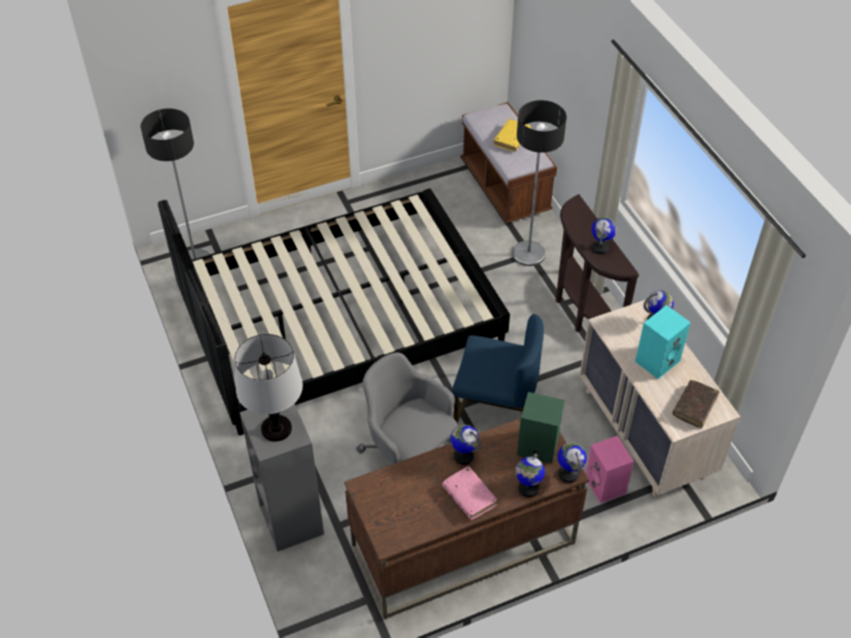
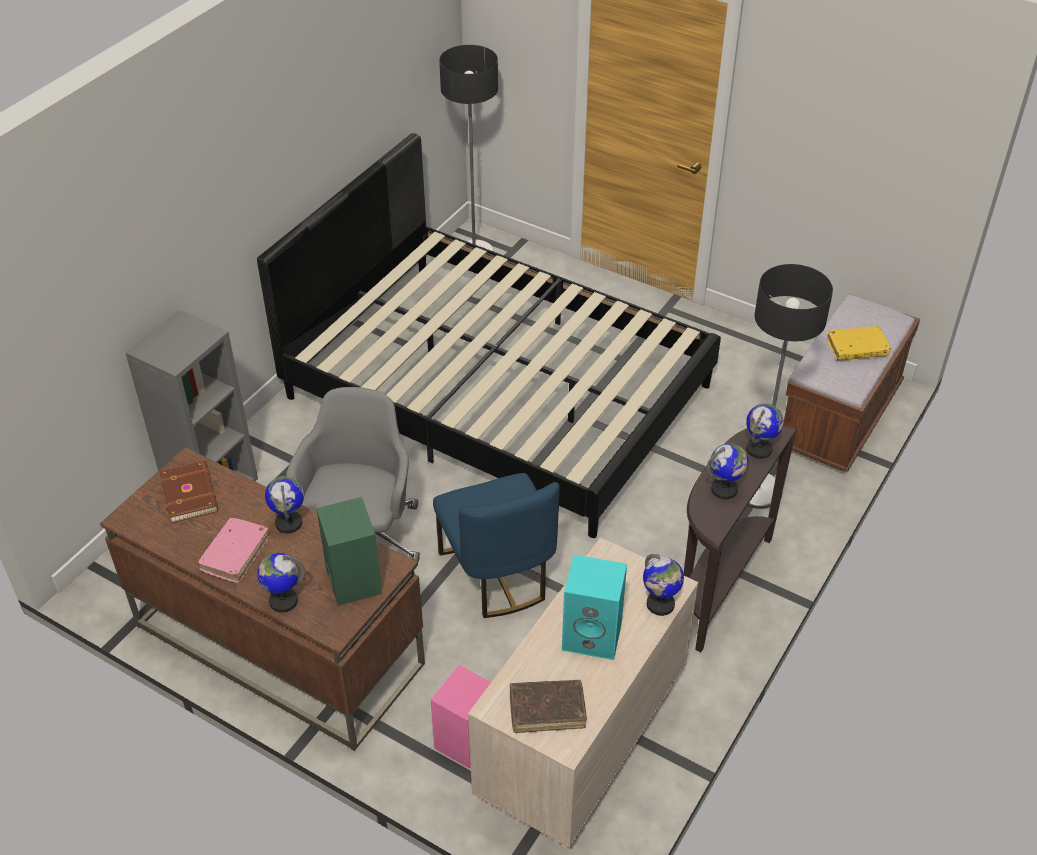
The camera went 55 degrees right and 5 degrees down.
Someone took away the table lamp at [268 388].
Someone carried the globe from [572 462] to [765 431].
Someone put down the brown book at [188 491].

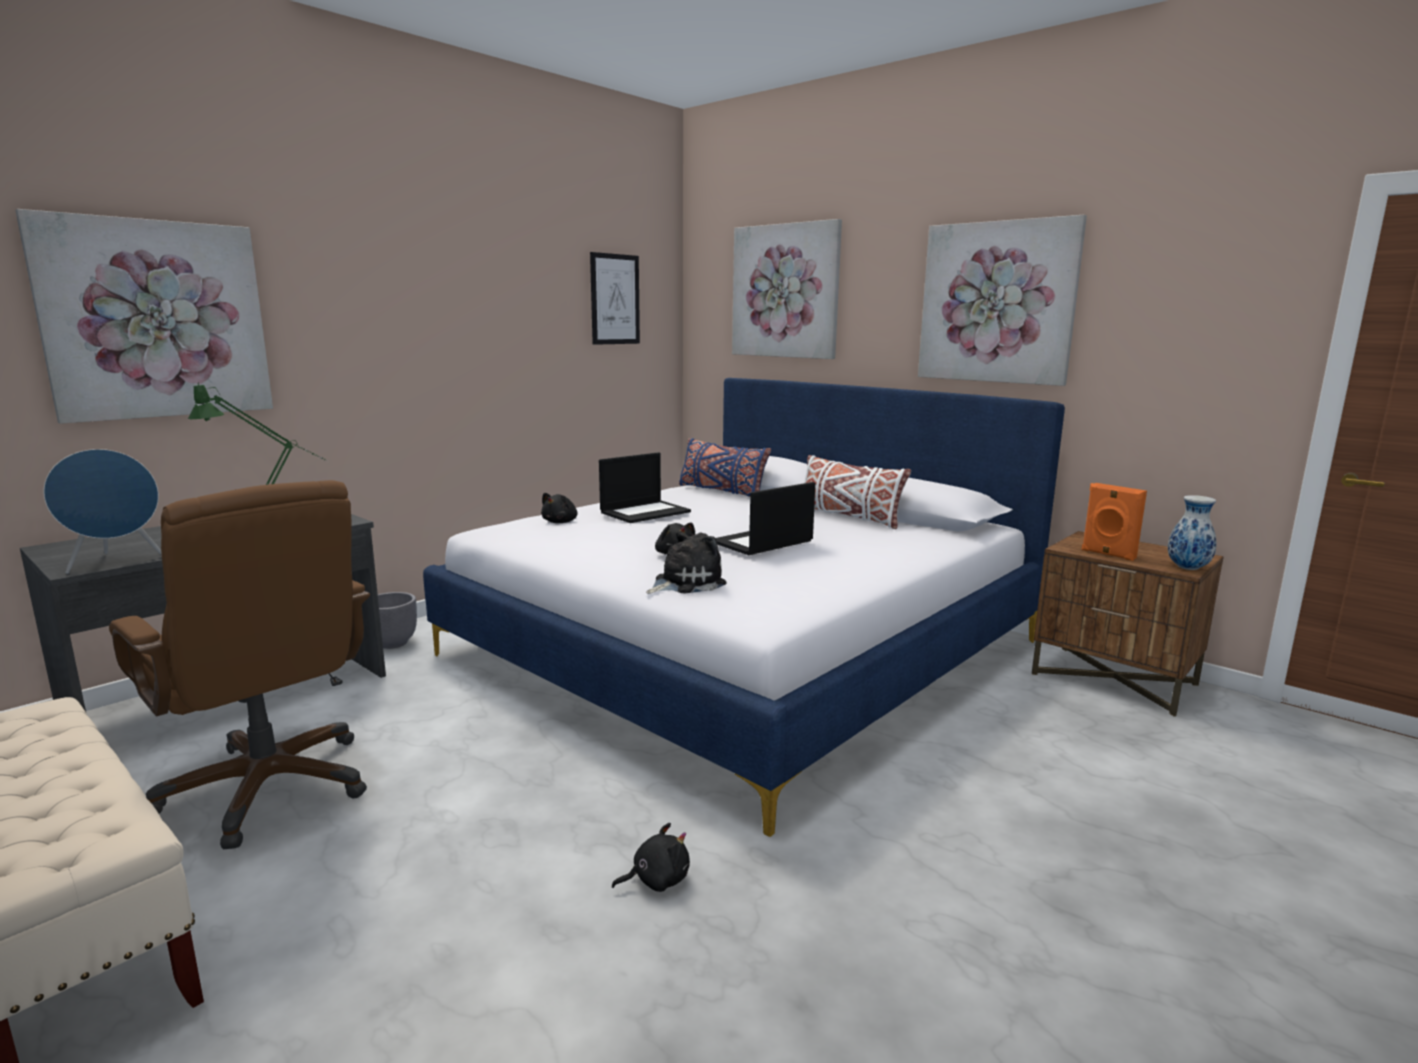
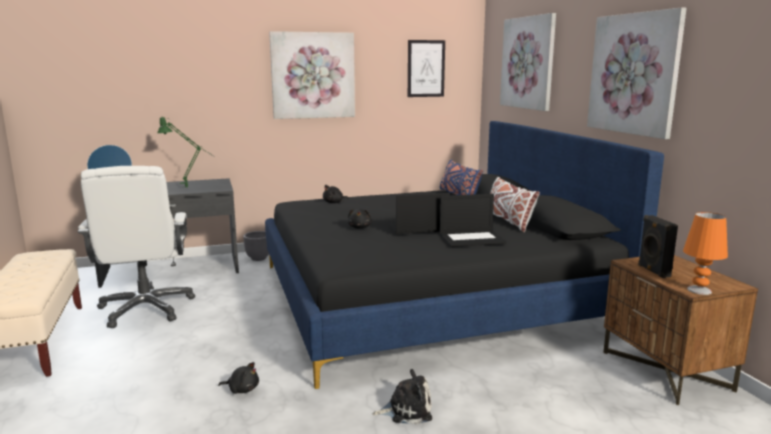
The camera went 30 degrees right and 0 degrees up.
Someone carried the picture from [144 316] to [312 75].
Someone repainted the brown office chair at [239 664], which became the white office chair at [136 247].
Someone repainted the white bed at [744 607], which became the black bed at [464 255].
Someone carried the laptop from [645 487] to [473 220].
Someone carried the plush toy from [686 562] to [402 396].
Someone repainted the orange speaker at [1114 522], which became the black speaker at [658 246].
Someone swapped the vase at [1192 532] for the orange table lamp at [705 253].

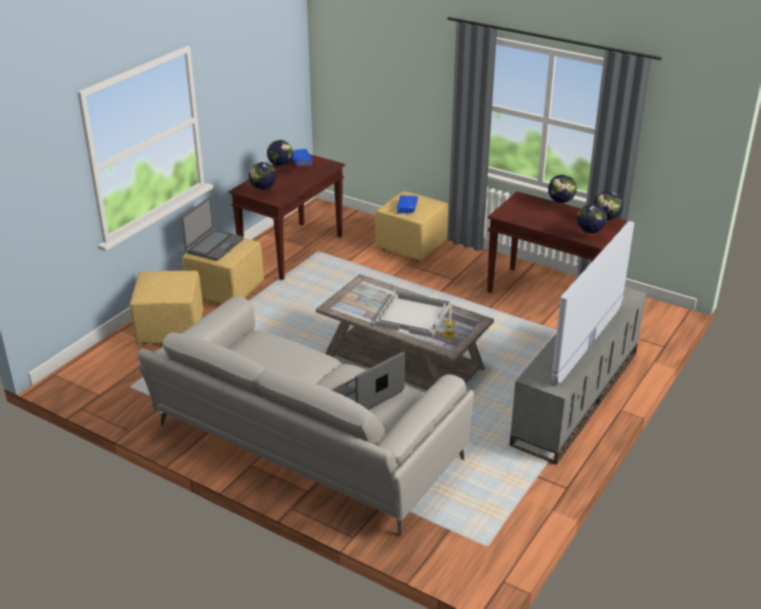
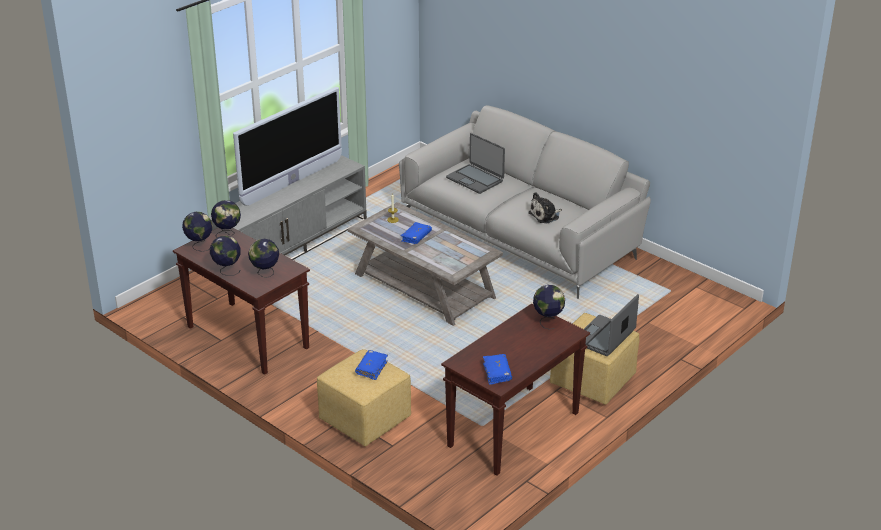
The camera went 170 degrees left and 0 degrees up.
Someone took away the yellow ottoman at [167 307].
Someone carried the globe from [280 158] to [263 258].
Someone rotated the laptop at [368 380] by 75 degrees clockwise.
Someone swapped the white tray at [412 314] for the blue book at [416 233].
Someone put down the plush toy at [545 208].

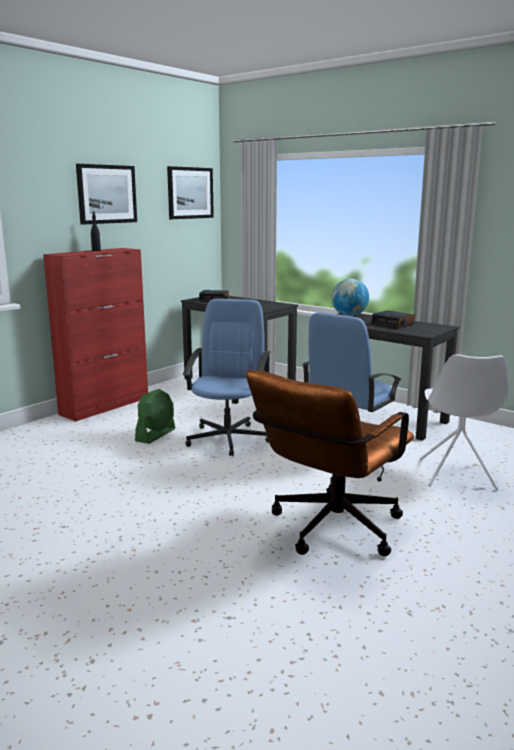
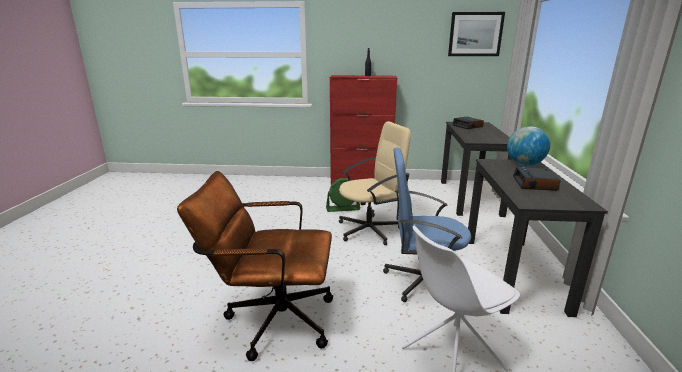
The camera went 55 degrees right and 5 degrees up.
Someone took away the picture at [106 194].
Someone repainted the blue office chair at [227 377], which became the beige office chair at [375 183].

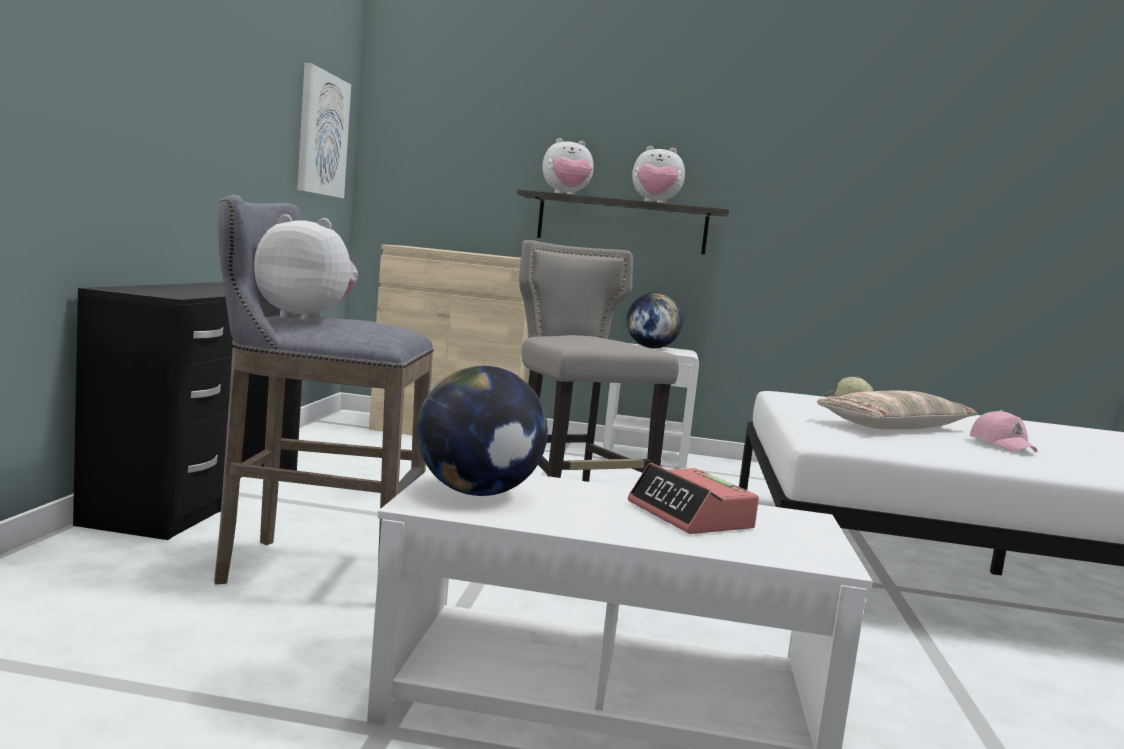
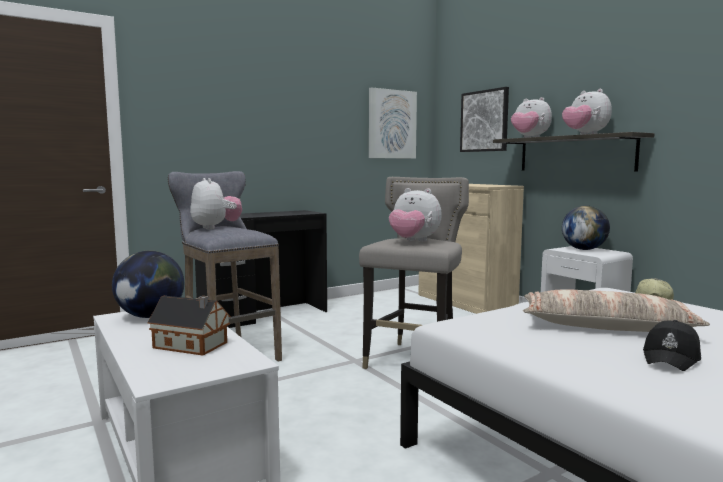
The camera went 50 degrees right and 0 degrees up.
Someone swapped the alarm clock at [693 498] for the toy house at [189 326].
Someone repainted the pink cap at [1003 431], which became the black cap at [672 345].
Someone put down the plush toy at [415 215].
Someone put up the picture at [484 119].

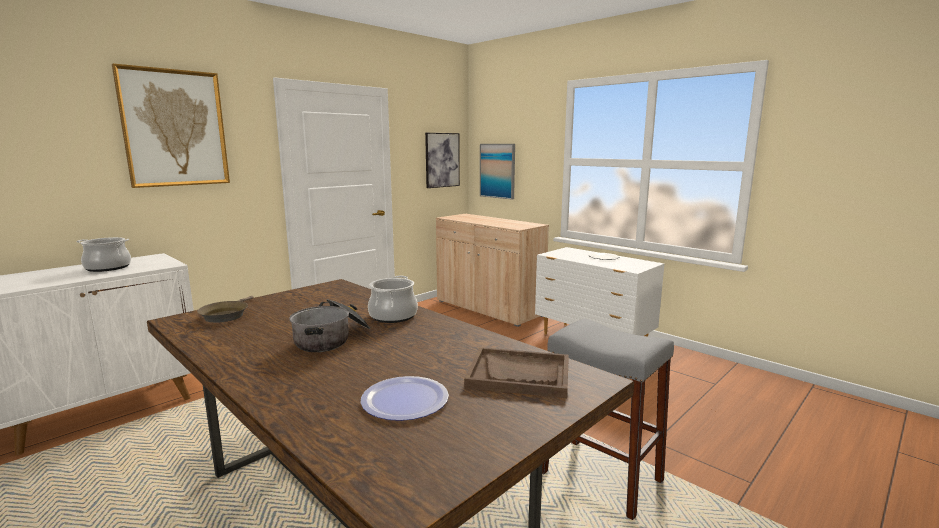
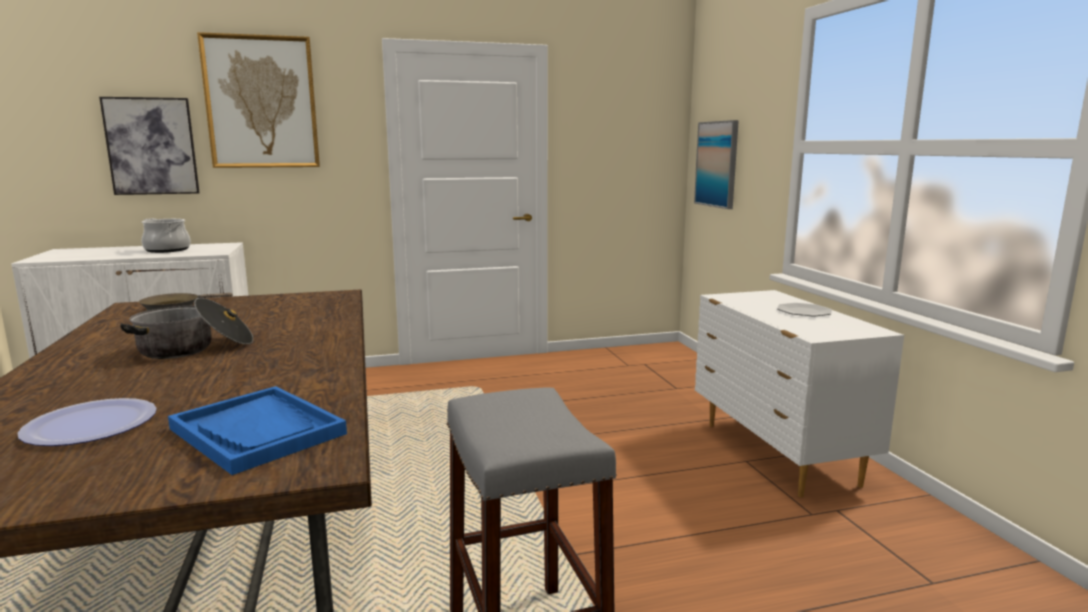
The camera went 30 degrees right and 0 degrees up.
Someone took away the cooking pot at [393 299].
Someone carried the picture from [442 160] to [149 146].
Someone took away the beige cabinet at [492 270].
Someone repainted the brown tray at [516 372], which became the blue tray at [257 430].

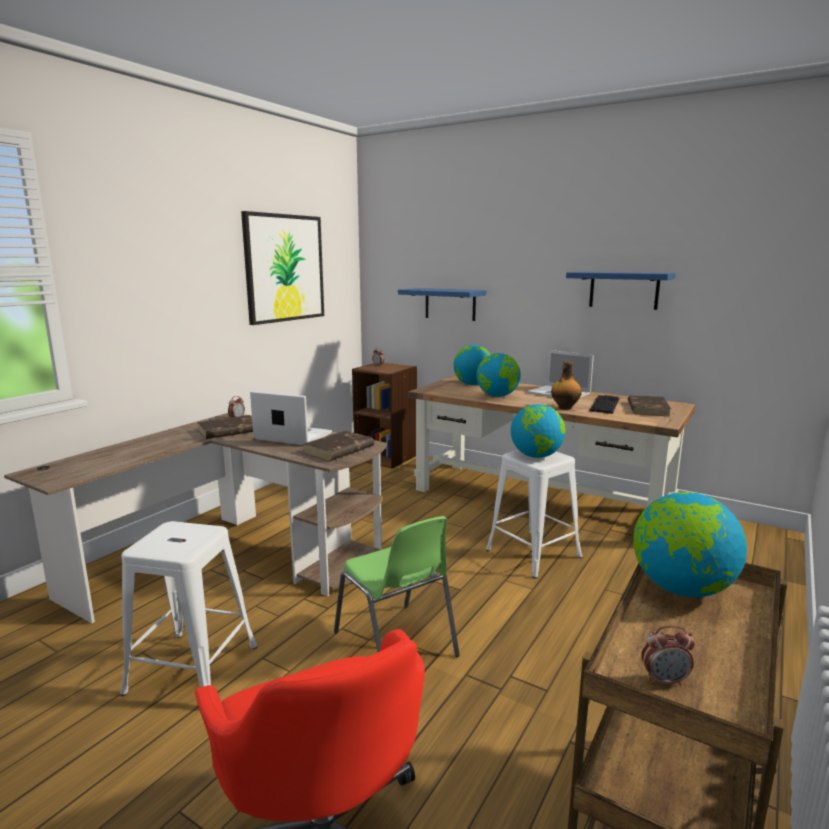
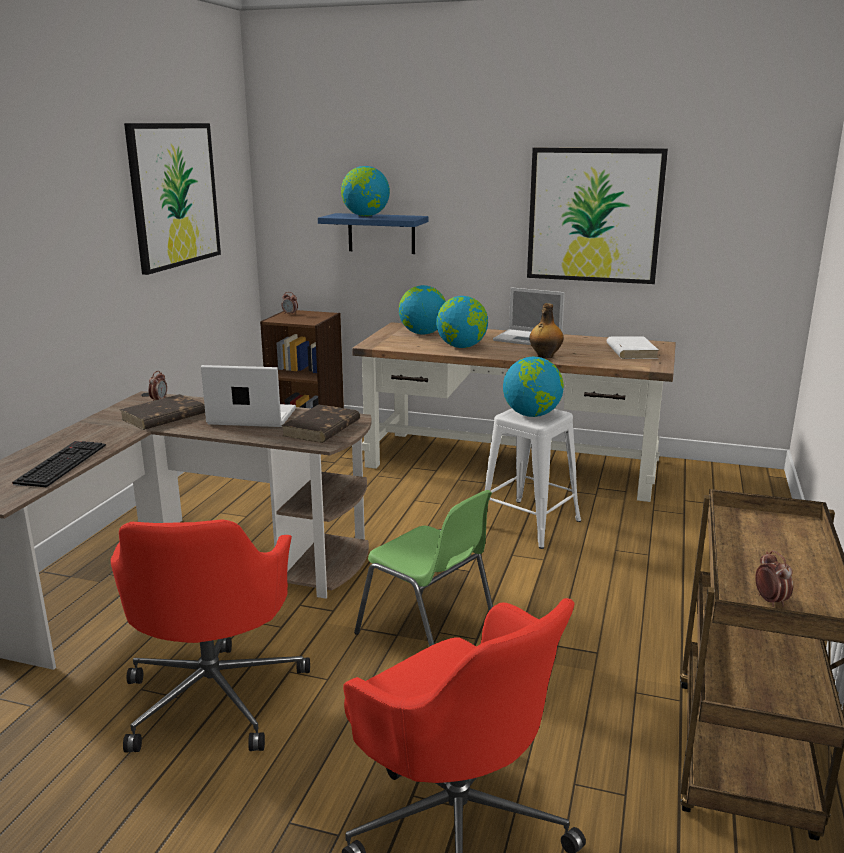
The camera went 15 degrees left and 5 degrees up.
Someone swapped the white stool at [188 608] for the red office chair at [210 635].
Someone swapped the blue shelf at [621 290] for the picture at [597 216].
Someone carried the keyboard from [604 404] to [59 464].
Someone repainted the brown book at [649 405], which became the white book at [632 347].
Someone carried the globe from [690 544] to [365 191].
Someone rotated the alarm clock at [668 655] by 90 degrees counterclockwise.

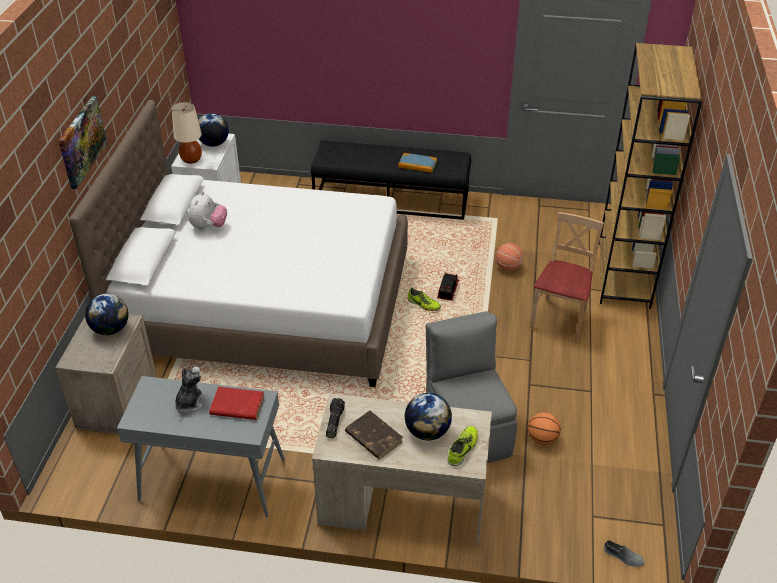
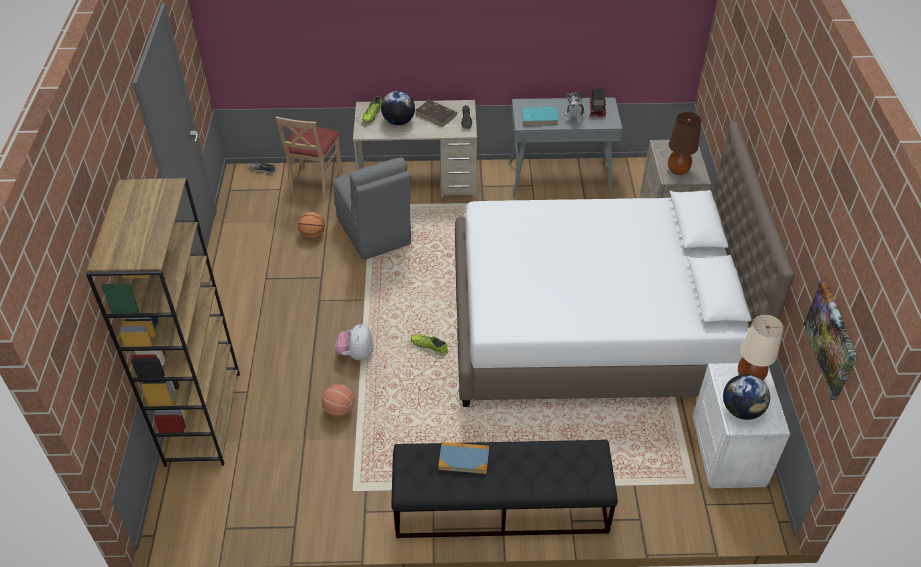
The camera went 170 degrees right and 5 degrees up.
Someone carried the picture from [83 142] to [830 340].
Someone swapped the globe at [107 314] for the brown table lamp at [684 143].
Someone carried the plush toy from [208 210] to [354 342].
Someone repainted the red book at [236 403], which became the turquoise book at [540 116].
Someone carried the toy truck from [448 287] to [597 102].
Someone carried the beige chair from [567 277] to [309 158].

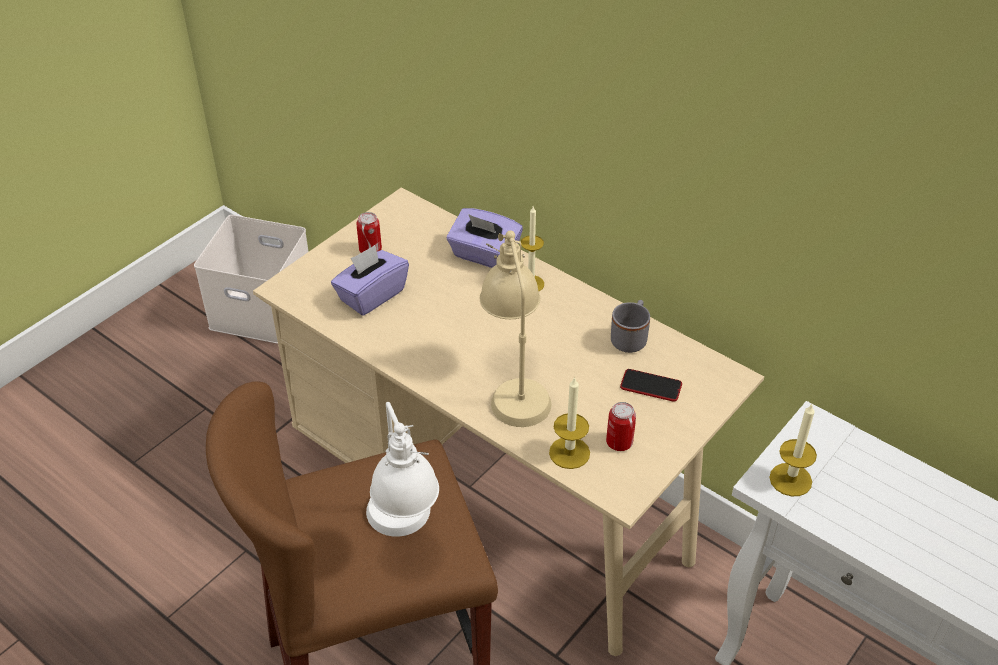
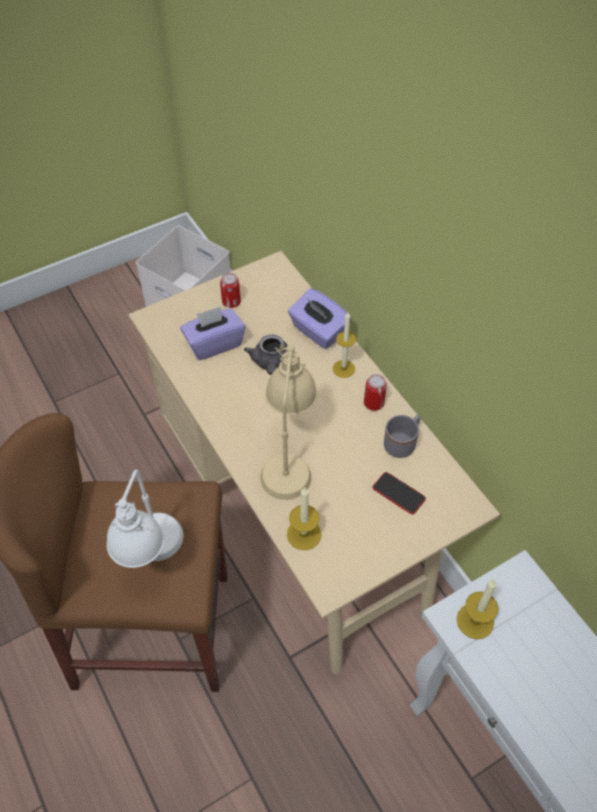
The camera went 20 degrees right and 10 degrees up.
Someone carried the can from [621 426] to [375 392].
Someone put down the grey teapot at [266 354].

